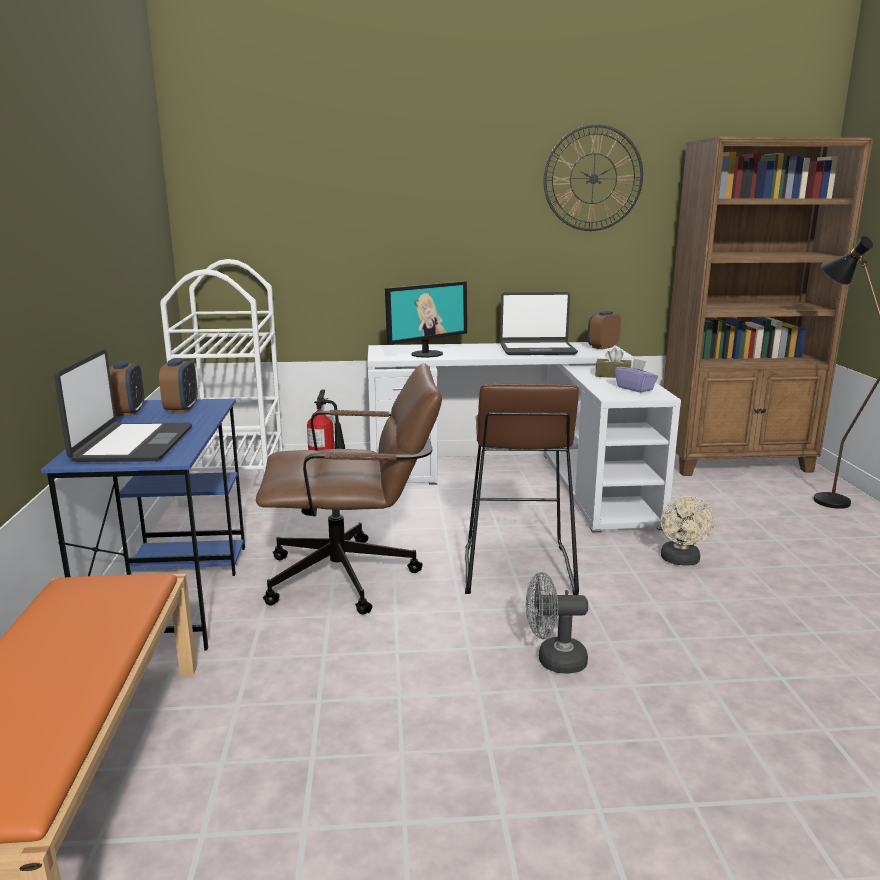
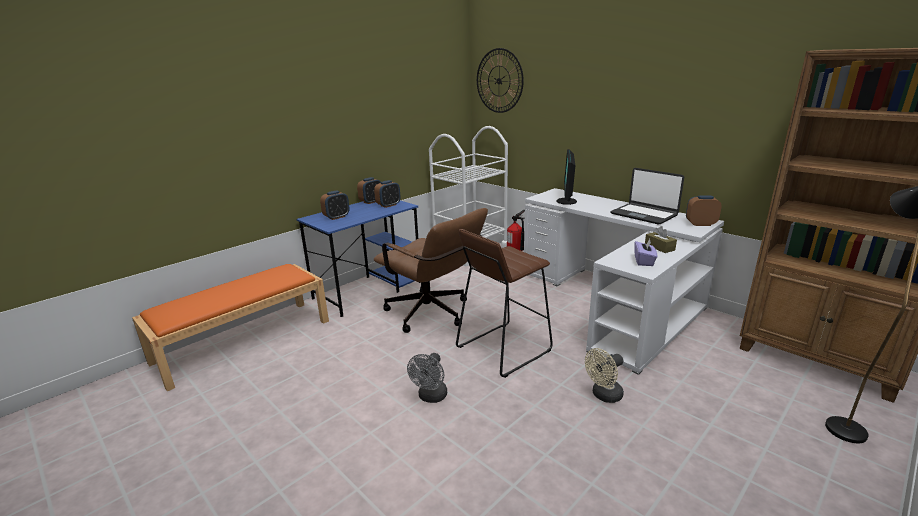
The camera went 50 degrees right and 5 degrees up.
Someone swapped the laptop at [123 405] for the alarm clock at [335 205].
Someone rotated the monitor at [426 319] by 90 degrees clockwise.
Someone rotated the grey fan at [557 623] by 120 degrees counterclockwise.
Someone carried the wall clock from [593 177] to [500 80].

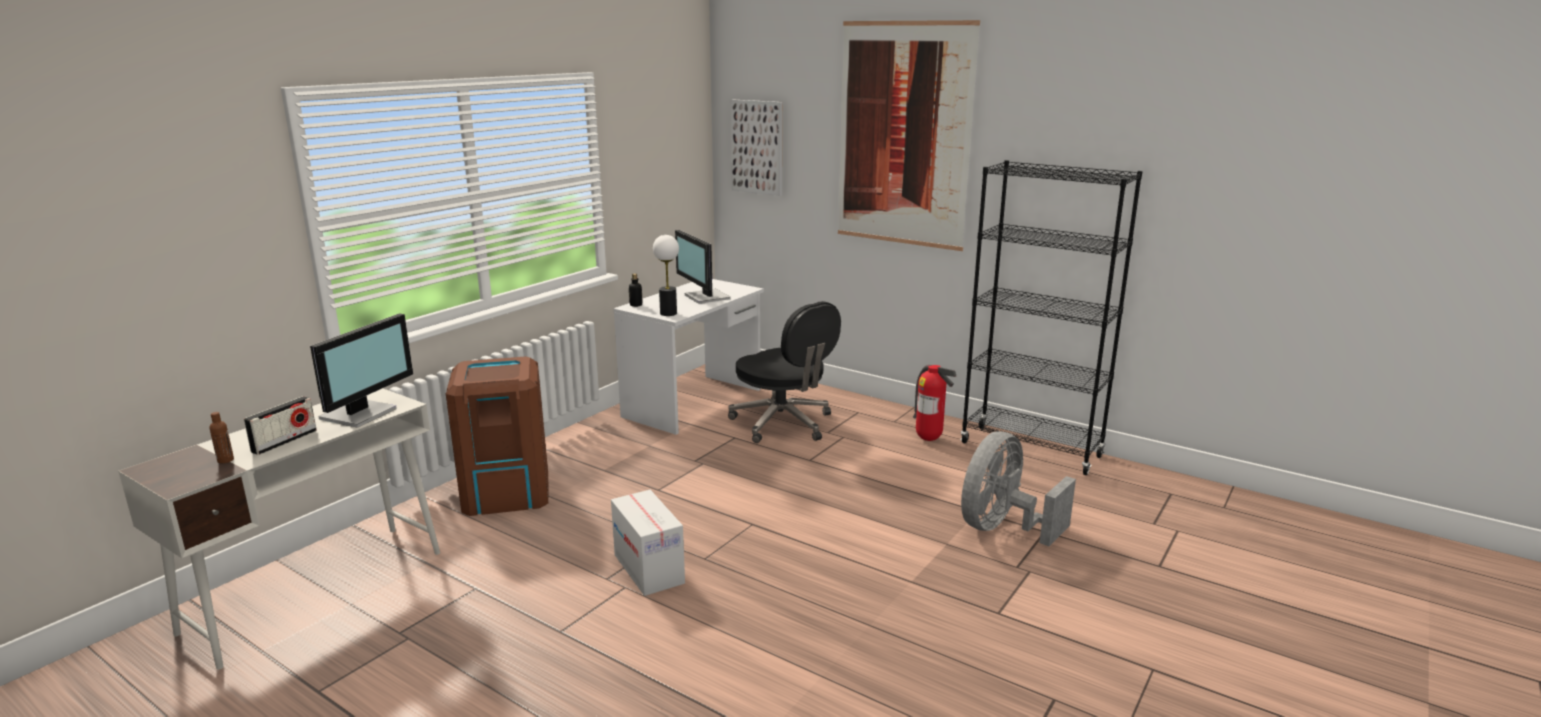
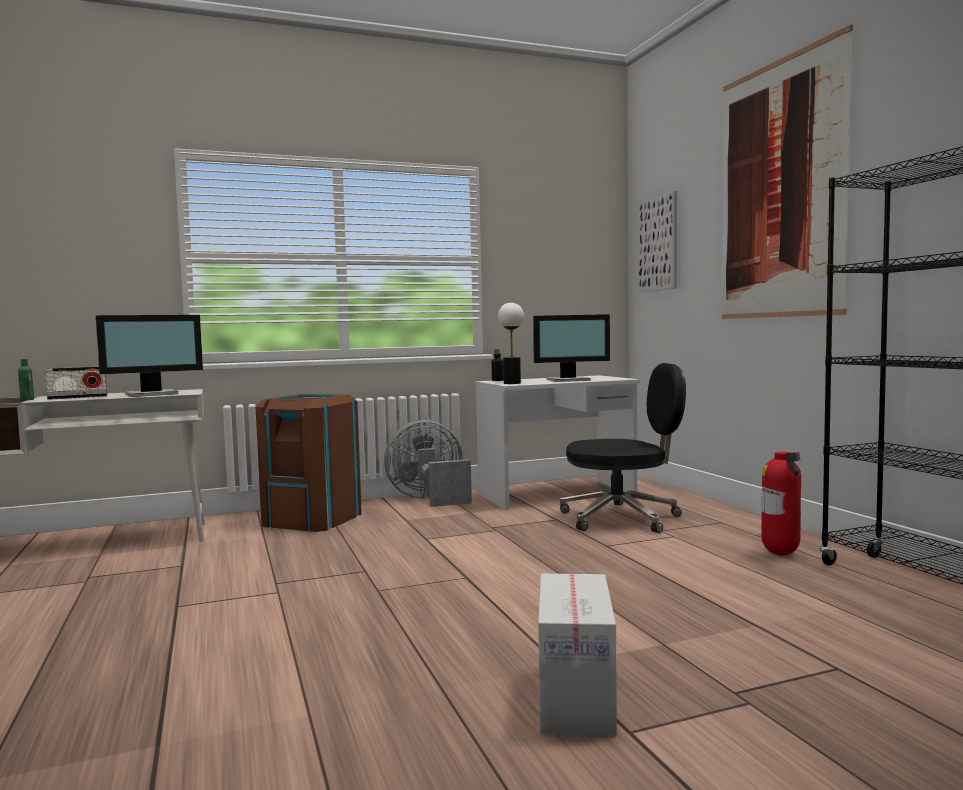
The camera went 35 degrees right and 15 degrees down.
Someone repainted the brown bottle at [221 437], which became the green bottle at [26 379].
Someone carried the cardboard box from [648 543] to [577 655].
Someone rotated the monitor at [703 267] by 105 degrees counterclockwise.
Someone rotated the black office chair at [784 372] by 90 degrees counterclockwise.
Someone carried the grey fan from [1018 488] to [428 463].

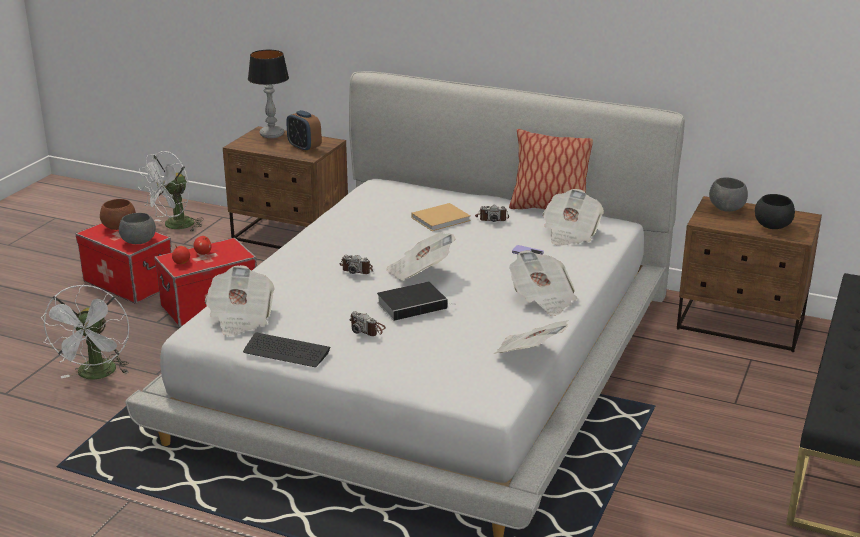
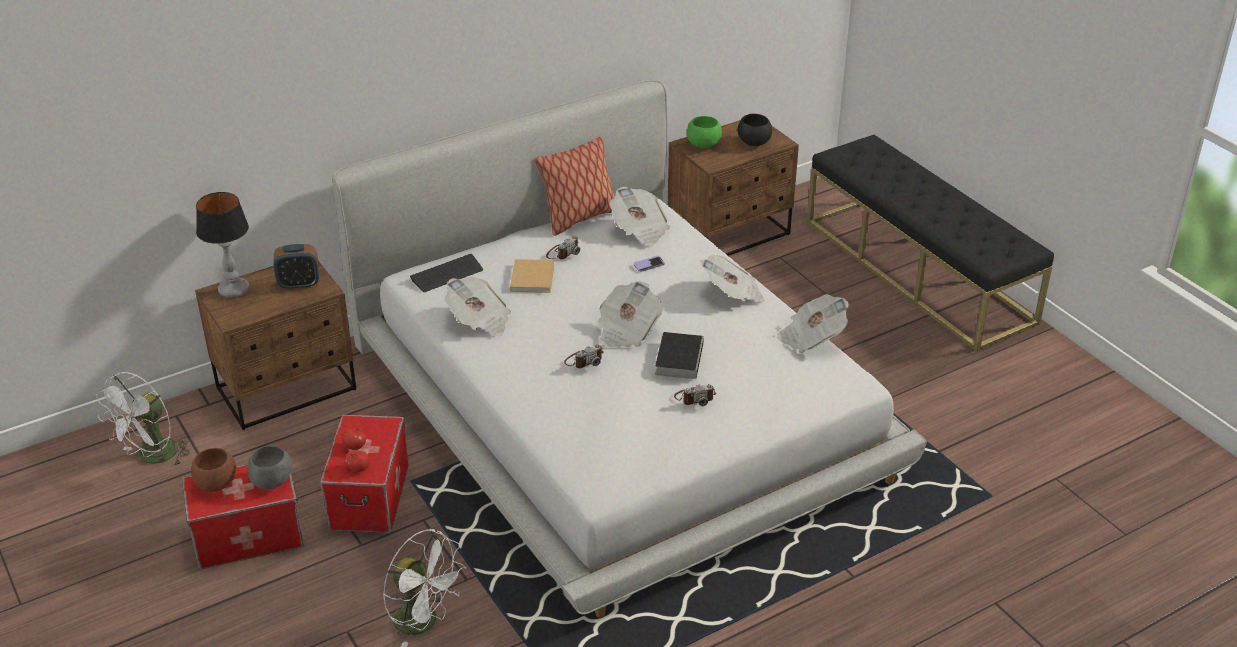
The camera went 55 degrees left and 10 degrees up.
Someone rotated the white fan at [171 191] by 45 degrees clockwise.
Someone carried the newspaper from [240 300] to [477 306].
Someone carried the keyboard from [286 349] to [446 273].
Someone repainted the grey bowl at [728 194], which became the green bowl at [704 132].

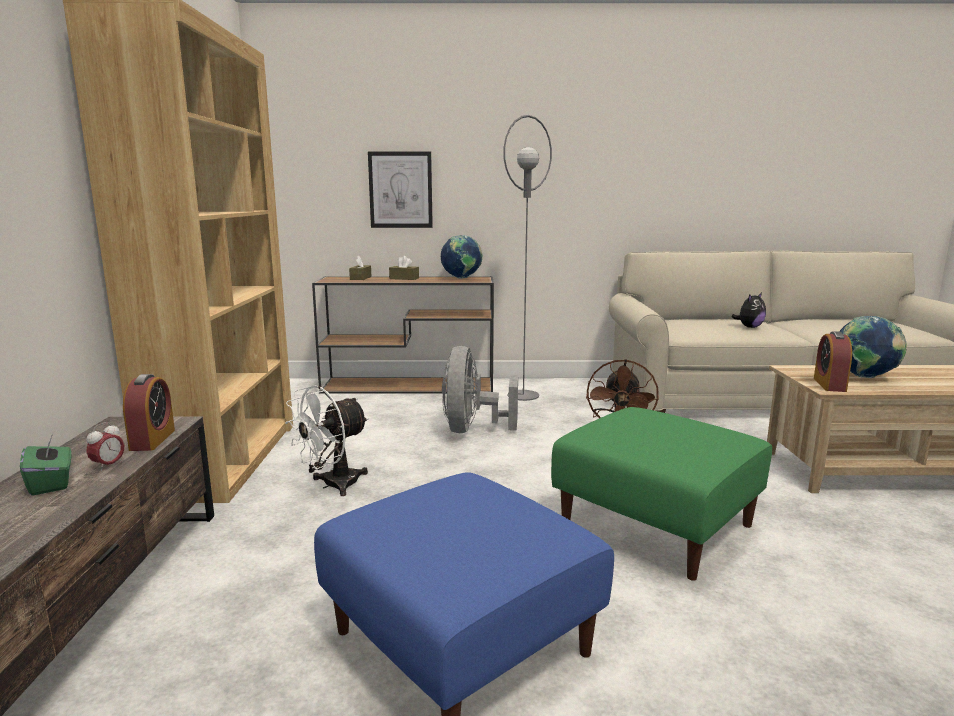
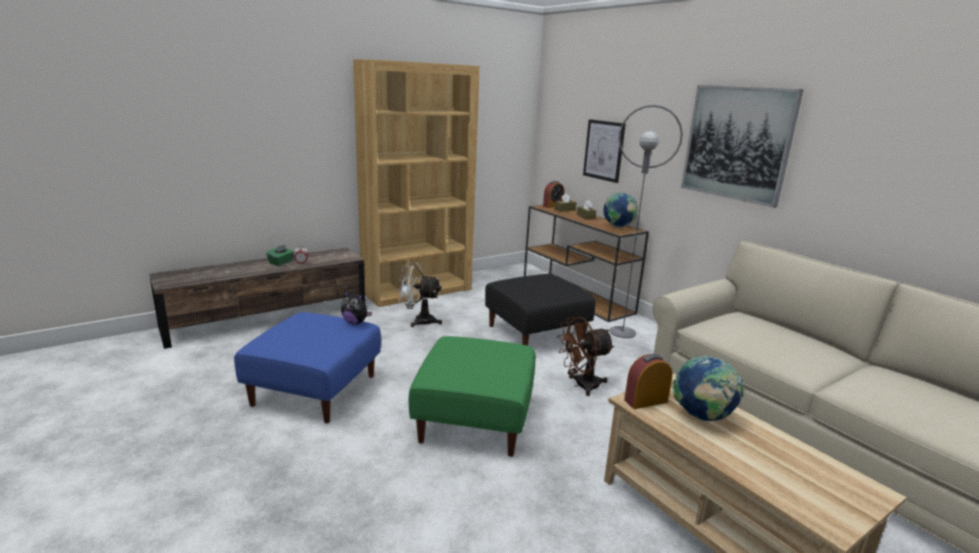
The camera went 55 degrees right and 5 degrees up.
Someone carried the alarm clock from [149 412] to [553 194].
Someone swapped the grey fan at [480 389] for the black ottoman at [540 310].
Someone carried the plush toy from [749 310] to [356 307].
Someone put up the picture at [742 146].

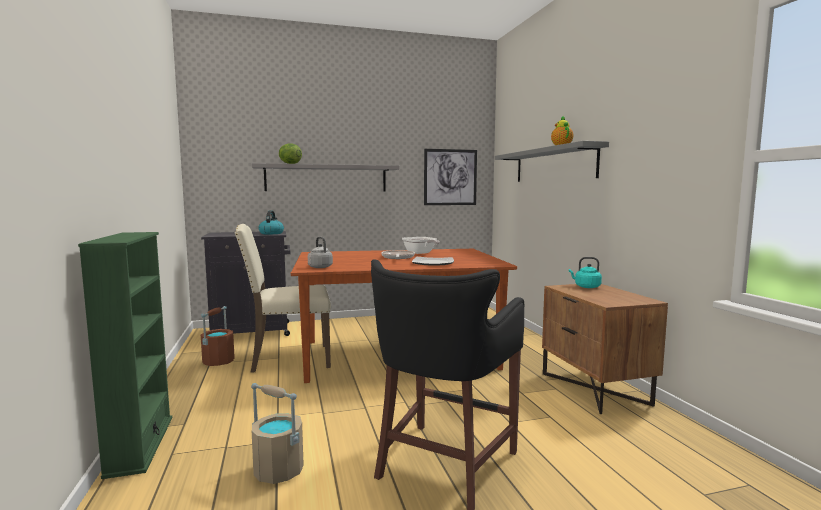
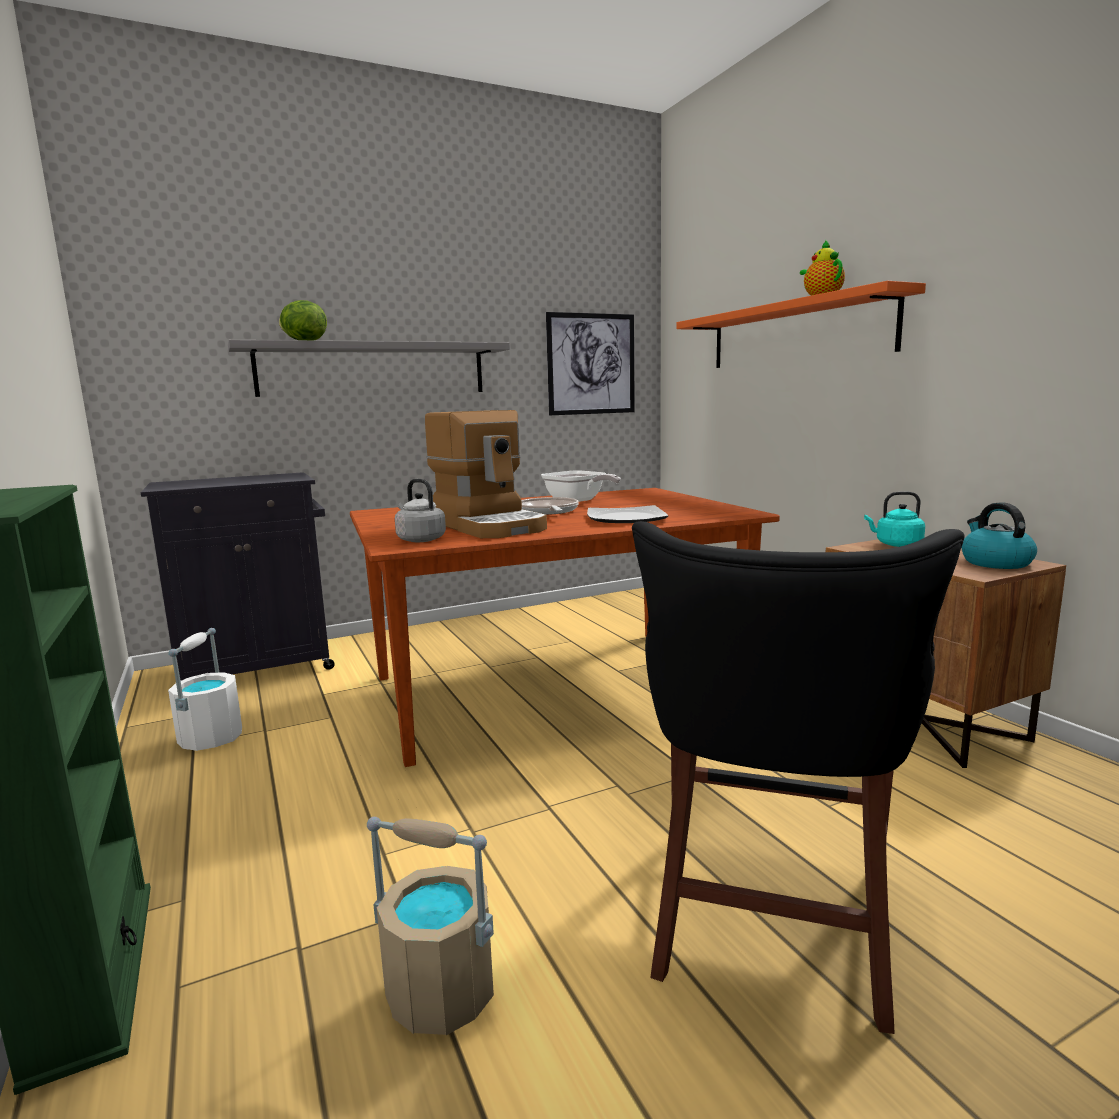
The camera went 10 degrees left and 5 degrees up.
Someone repainted the brown bucket at [218 336], which became the white bucket at [205 689].
Someone took away the beige chair at [283 298].
Someone carried the kettle from [271 222] to [999 535].
Someone repainted the grey shelf at [552 161], which became the orange shelf at [801 324].
Someone put down the coffee machine at [486 474].

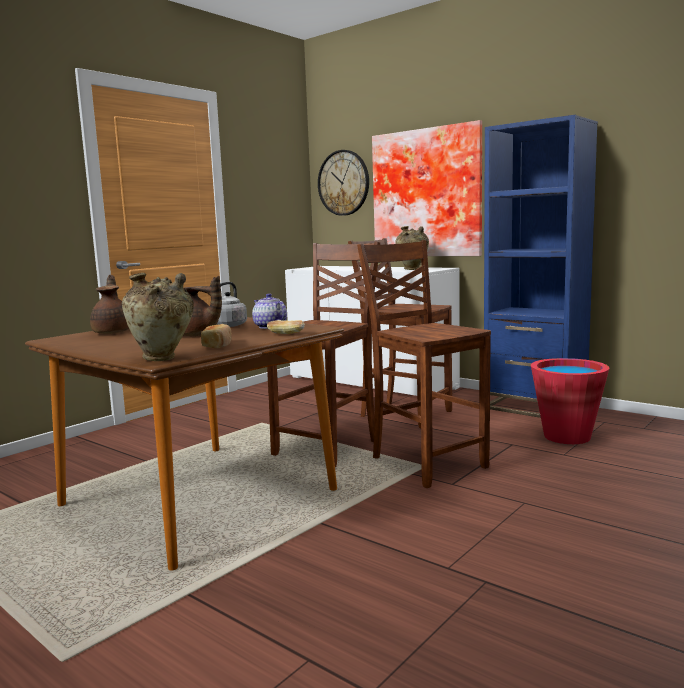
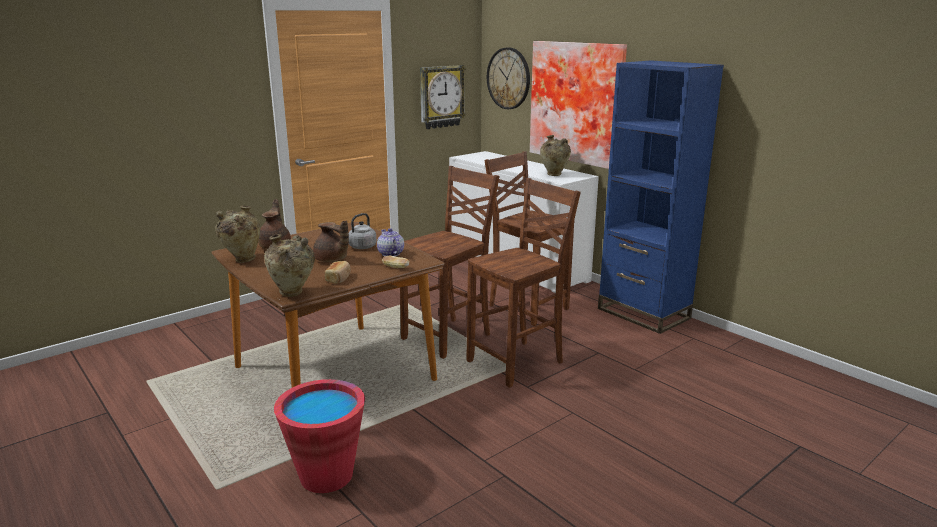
The camera went 10 degrees right and 10 degrees up.
Someone rotated the brown chair at [424 364] by 75 degrees clockwise.
Someone carried the red bucket from [570 401] to [319 436].
Someone put down the beige vase at [237 234].
Someone put up the wall clock at [443 97].

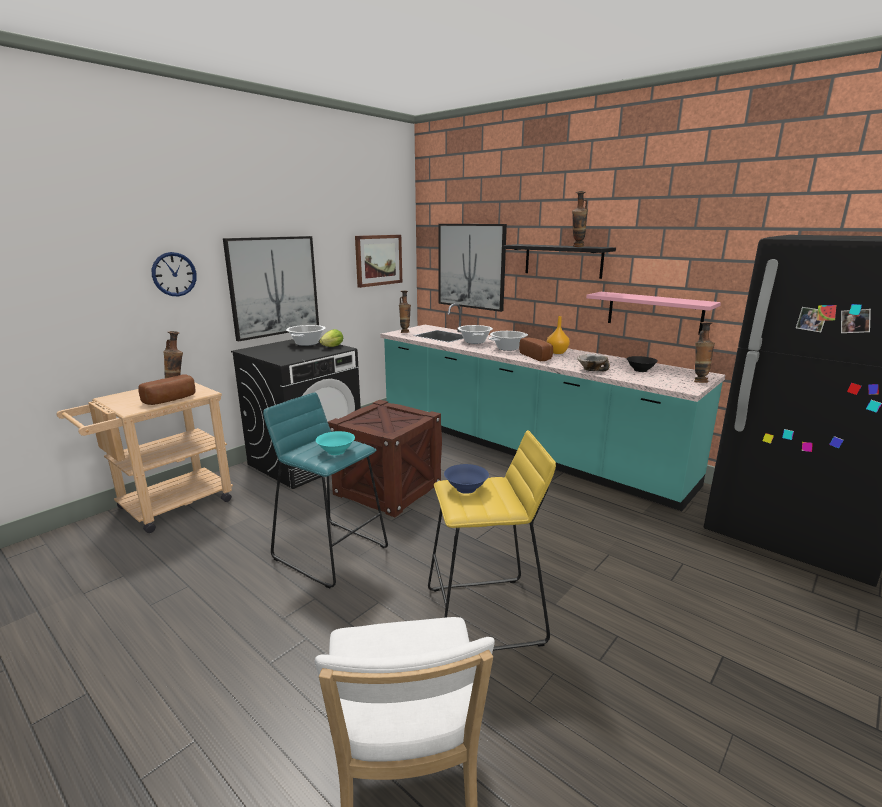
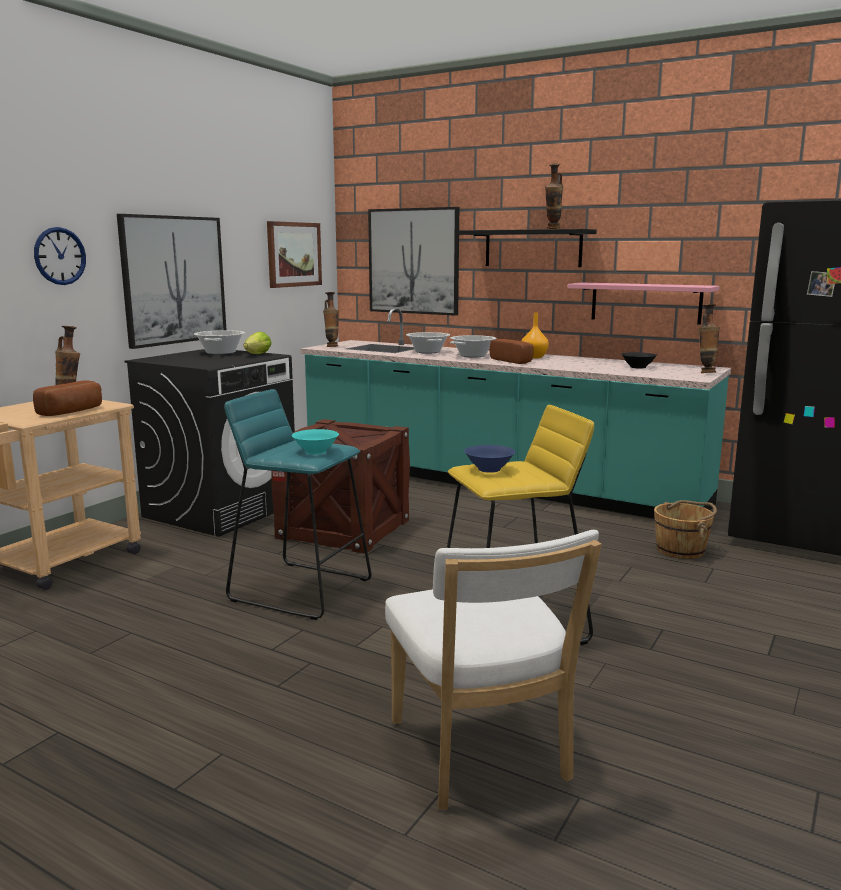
The camera went 10 degrees left and 5 degrees down.
Someone took away the bowl at [593 362].
Someone put down the brown bucket at [685 529].

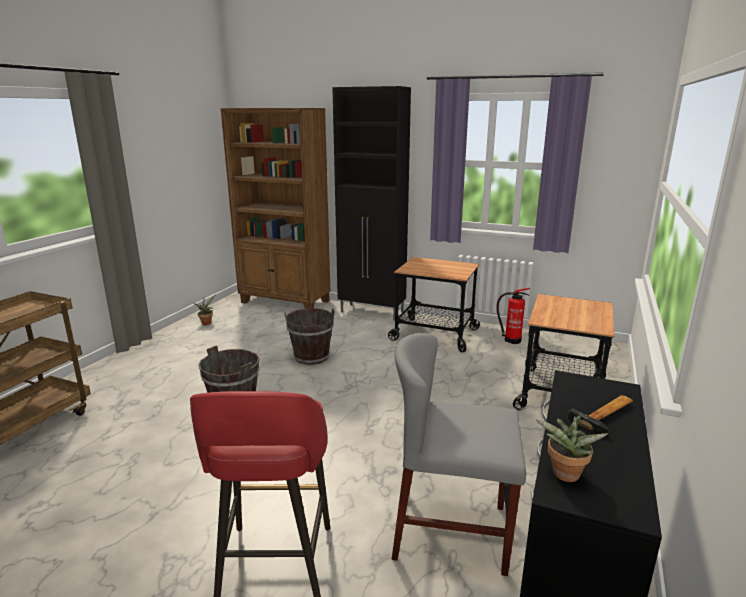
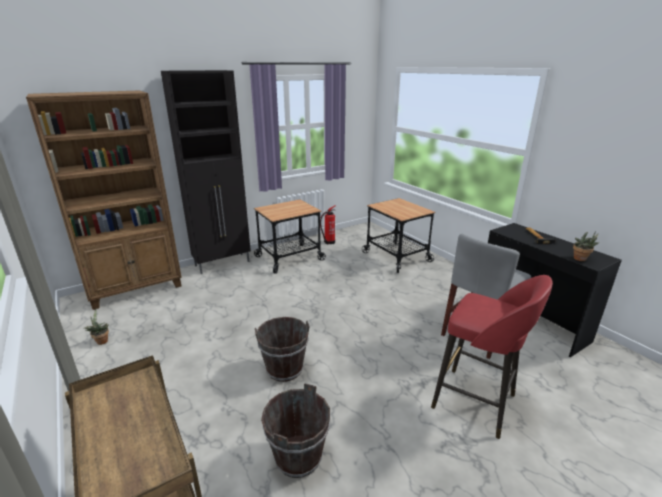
The camera went 55 degrees left and 5 degrees up.
Someone carried the brown bucket from [309 336] to [295 430].

